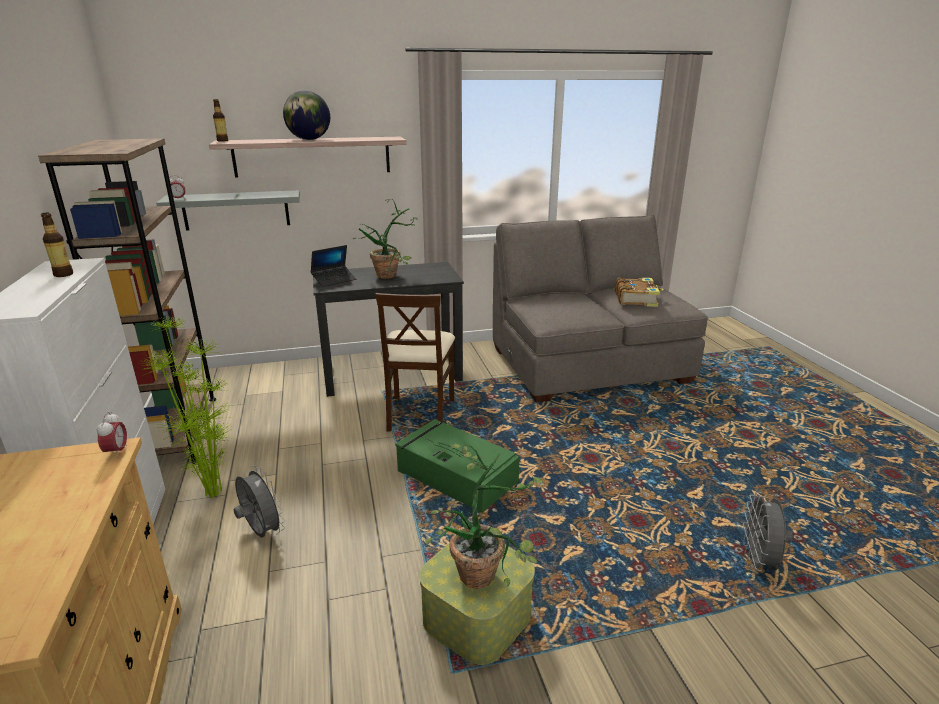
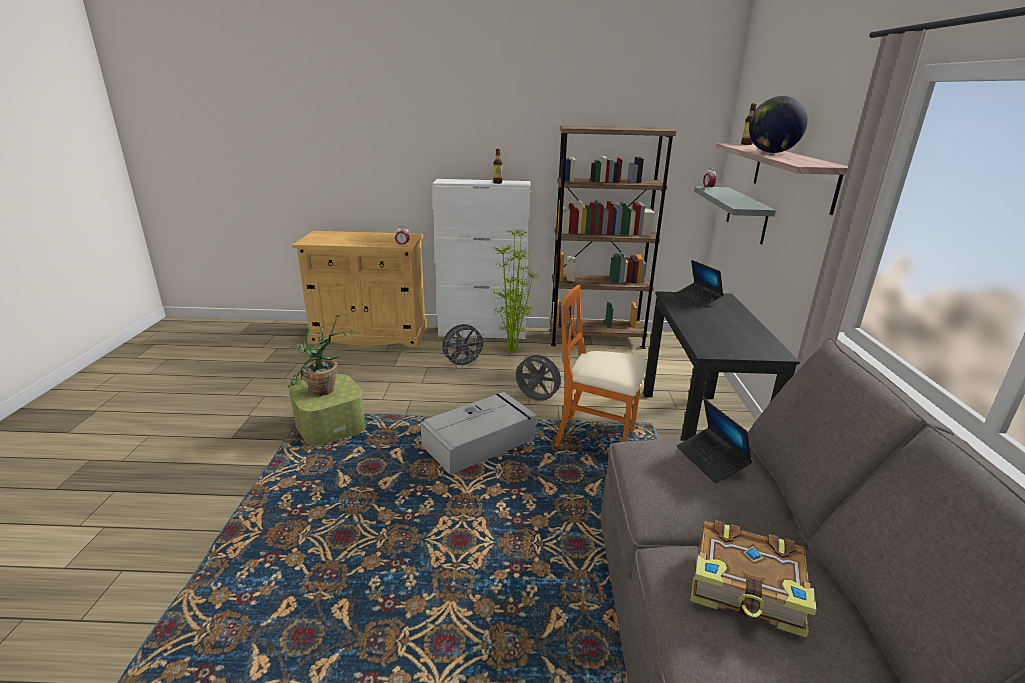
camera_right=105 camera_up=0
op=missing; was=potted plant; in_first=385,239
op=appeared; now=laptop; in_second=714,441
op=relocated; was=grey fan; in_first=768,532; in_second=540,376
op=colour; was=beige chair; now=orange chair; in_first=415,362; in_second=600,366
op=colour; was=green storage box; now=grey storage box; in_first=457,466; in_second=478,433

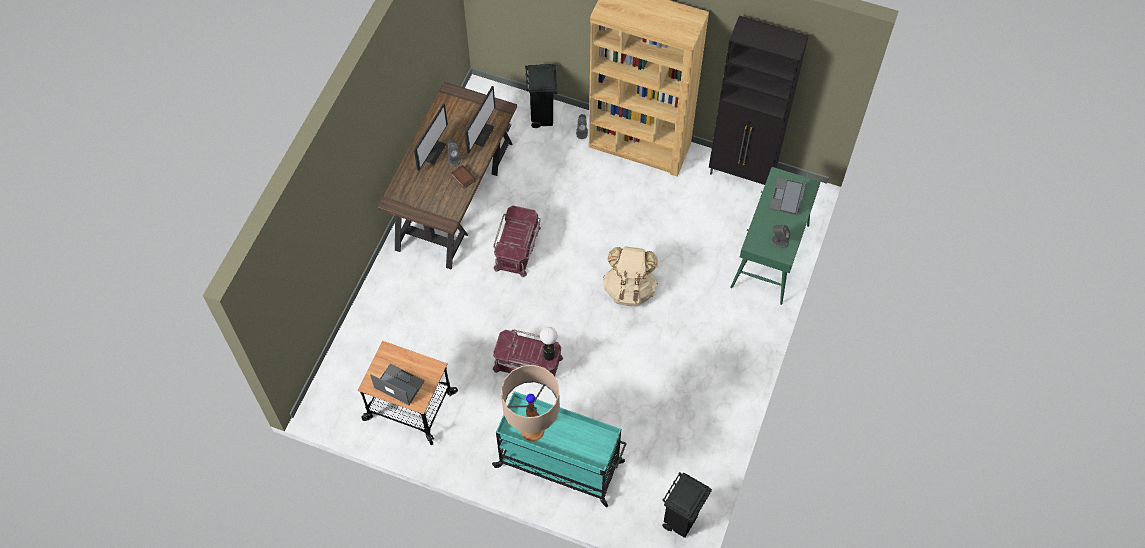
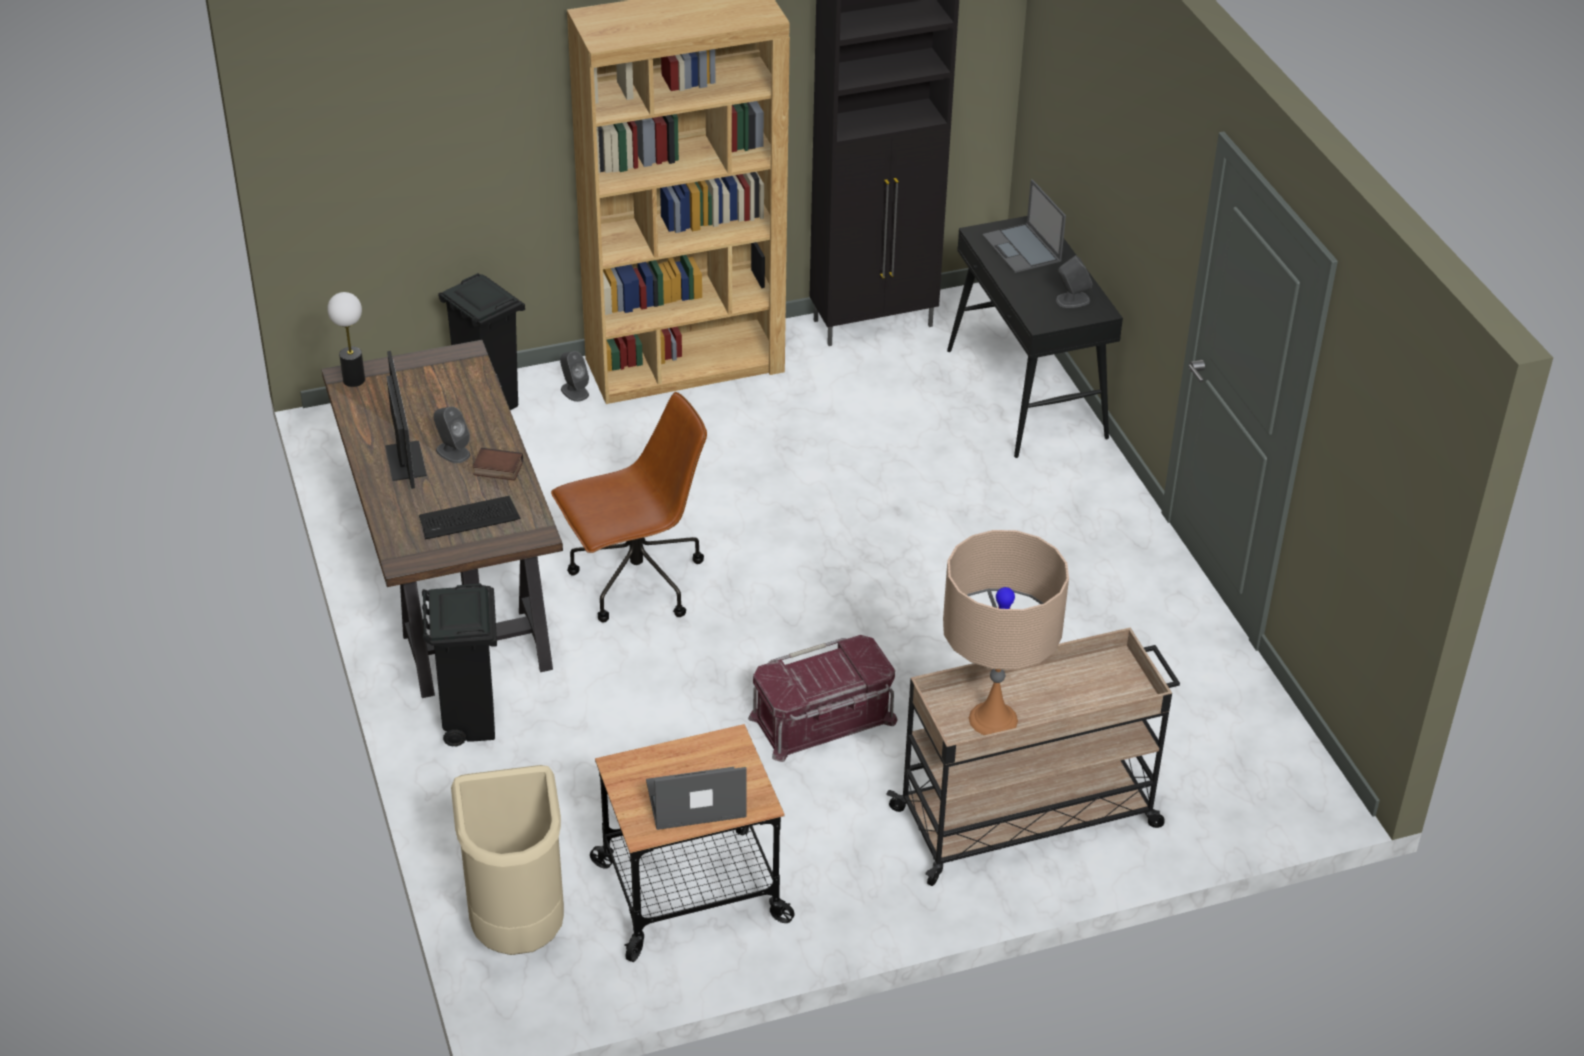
camera_right=-40 camera_up=-20
op=missing; was=monitor; in_first=480,119
op=missing; was=beige backpack; in_first=630,276
op=appeared; now=keyboard; in_second=470,517
op=appeared; now=beige trash can; in_second=507,860
op=relocated; was=table lamp; in_first=549,344; in_second=346,339
op=relocated; was=black trash can; in_first=687,505; in_second=459,665
op=exchanged; was=red storage box; now=brown office chair; in_first=517,241; in_second=629,507
op=colour; was=turquoise cart; now=beige cart; in_first=559,449; in_second=1033,756
op=colour; was=green console table; now=black console table; in_first=775,236; in_second=1035,337

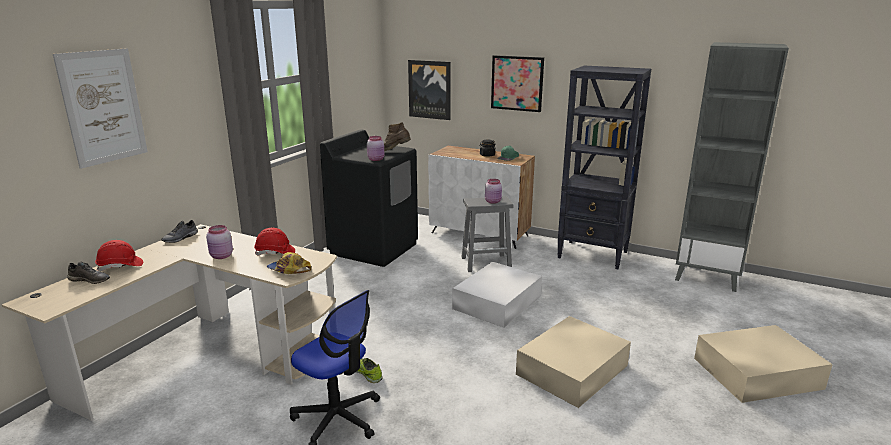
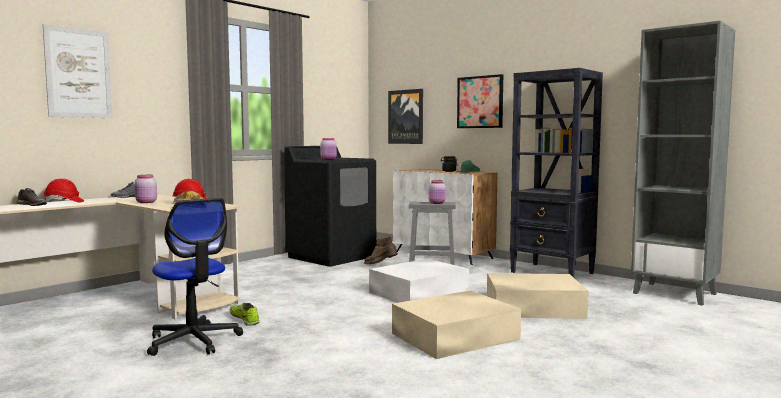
camera_right=15 camera_up=-15
op=relocated; was=brown boot; in_first=397,136; in_second=381,250
op=relocated; was=beige storage box; in_first=763,364; in_second=538,296

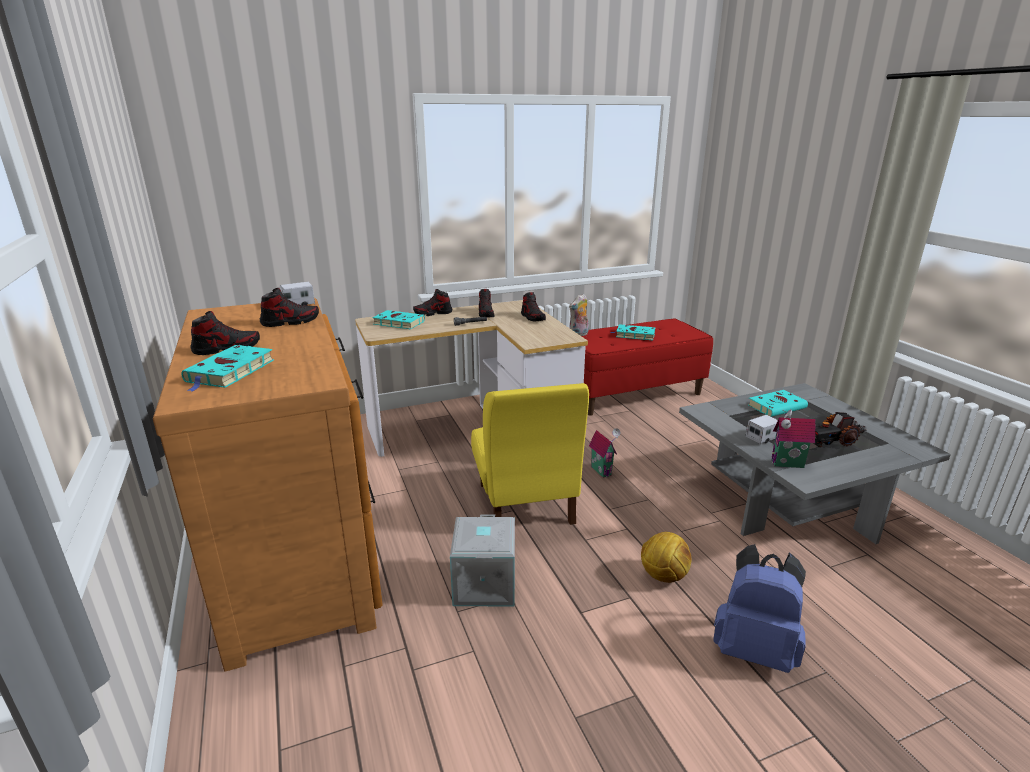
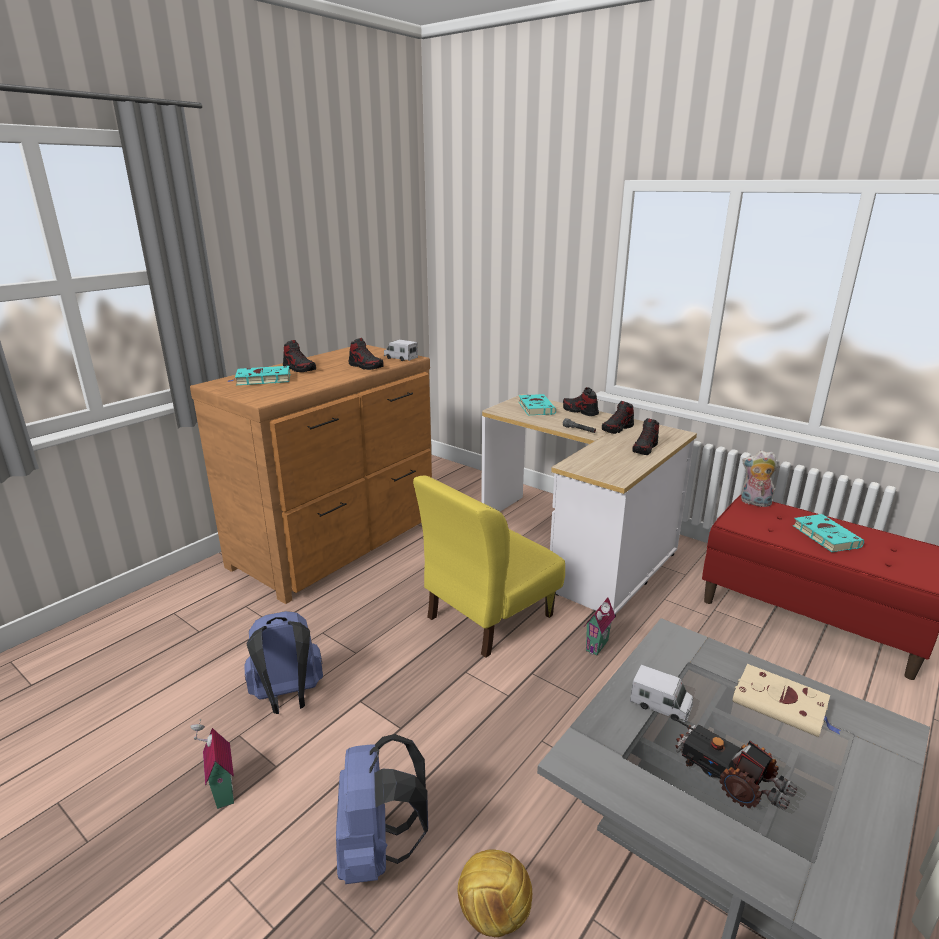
camera_right=60 camera_up=0
op=missing; was=grey storage box; in_first=482,560
op=appeared; now=blue backpack; in_second=284,662
op=relocated; was=football; in_first=666,557; in_second=495,893
op=relocated; was=toy house; in_first=793,438; in_second=212,764
op=colour; was=turquoise book; now=beige book; in_first=778,403; in_second=786,700

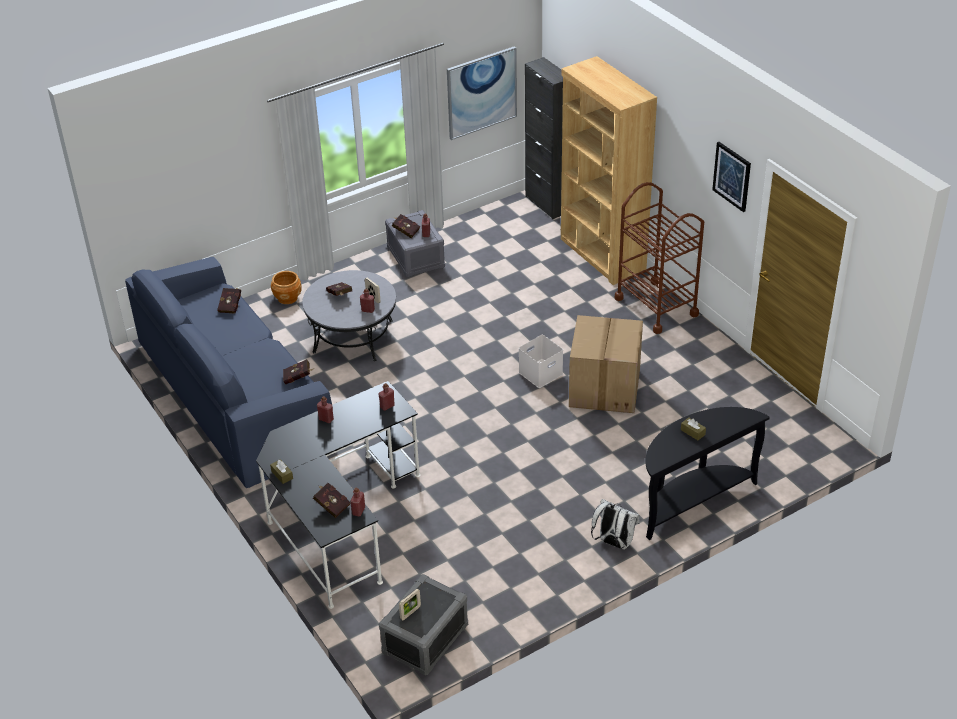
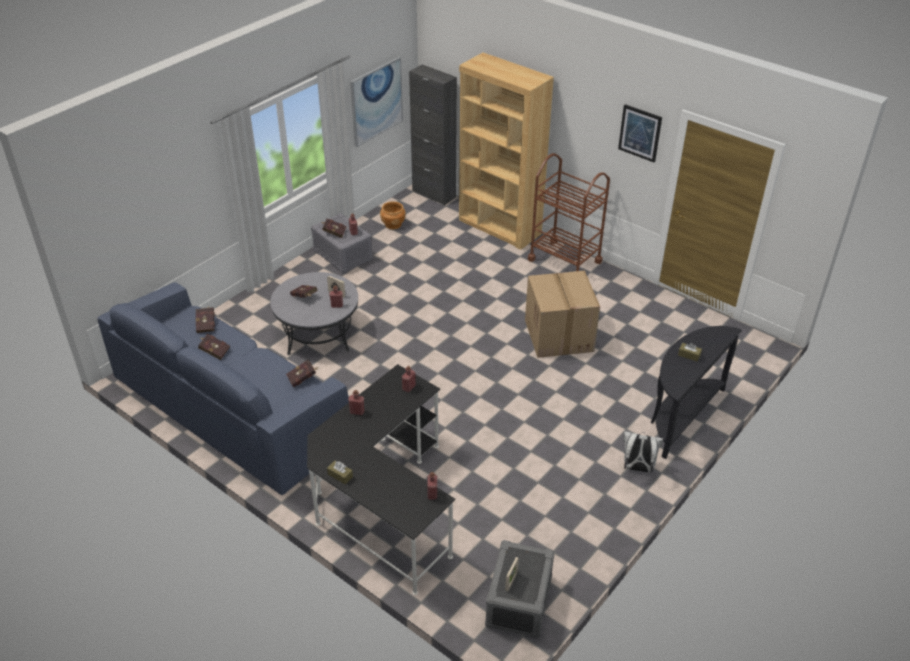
camera_right=-20 camera_up=0
op=missing; was=white storage box; in_first=541,361
op=relocated; was=brown planter; in_first=286,287; in_second=393,215
op=relocated; was=red book; in_first=331,500; in_second=214,347

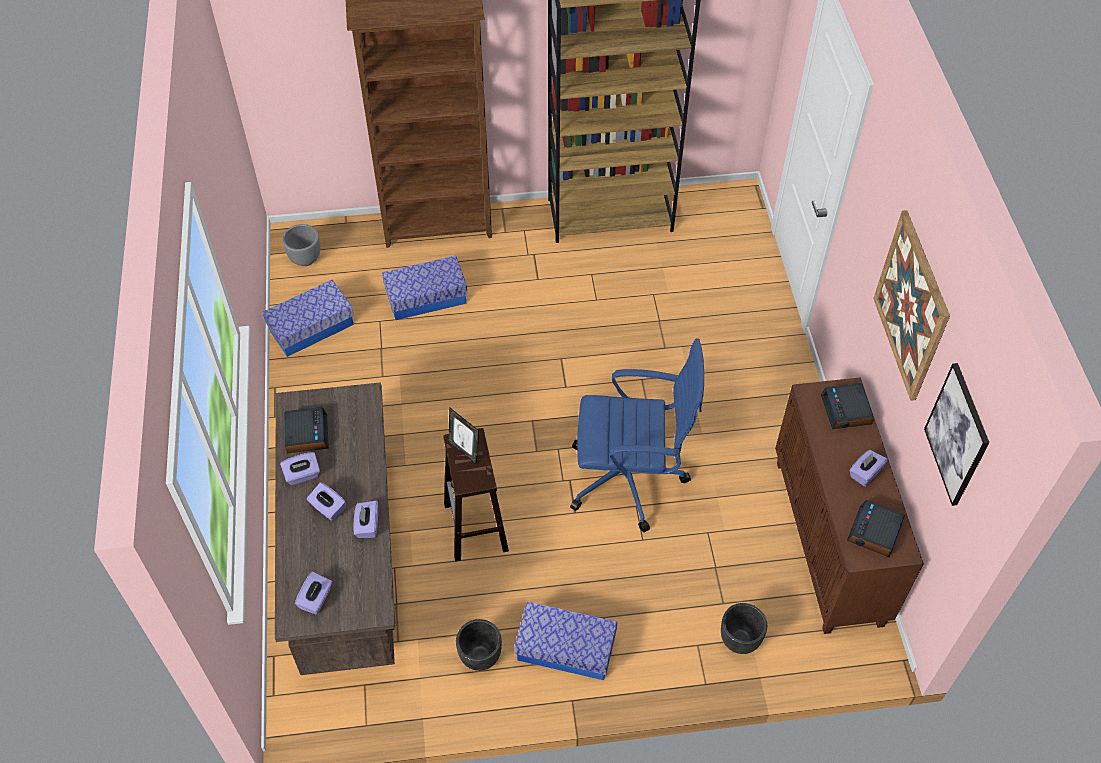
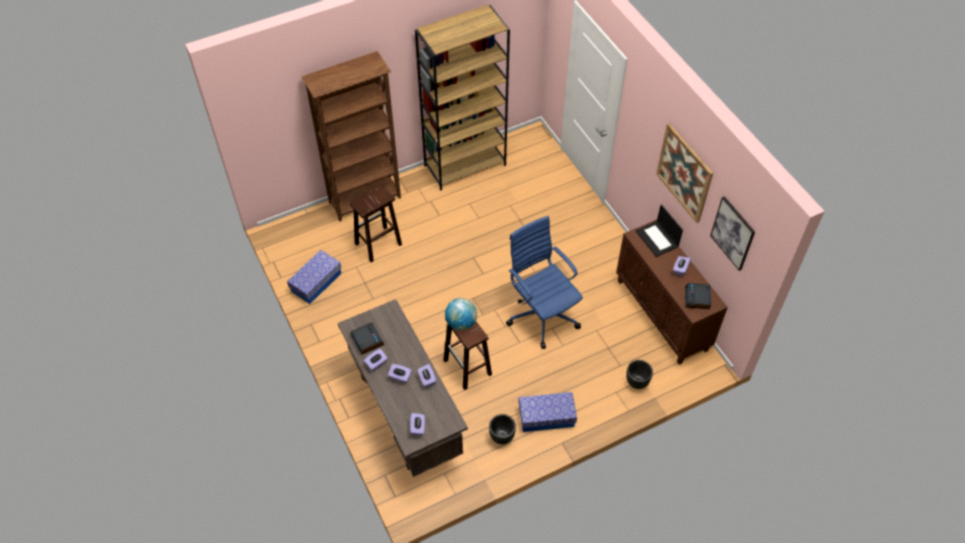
camera_right=-20 camera_up=0
op=missing; was=grey planter; in_first=301,245
op=exchanged; was=storage box; now=brown stool; in_first=425,288; in_second=376,223
op=exchanged; was=picture frame; now=globe; in_first=463,436; in_second=461,314
op=exchanged; was=alarm clock; now=laptop; in_first=847,406; in_second=659,231
op=spun; was=blue office chair; in_first=637,435; in_second=544,282; clockwise=-105

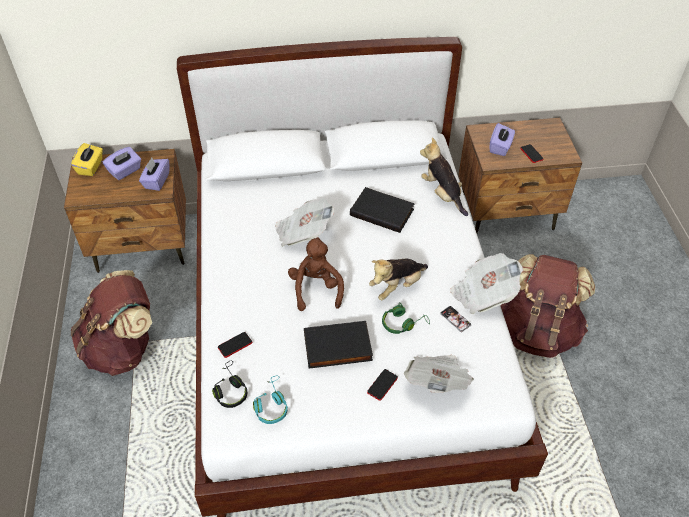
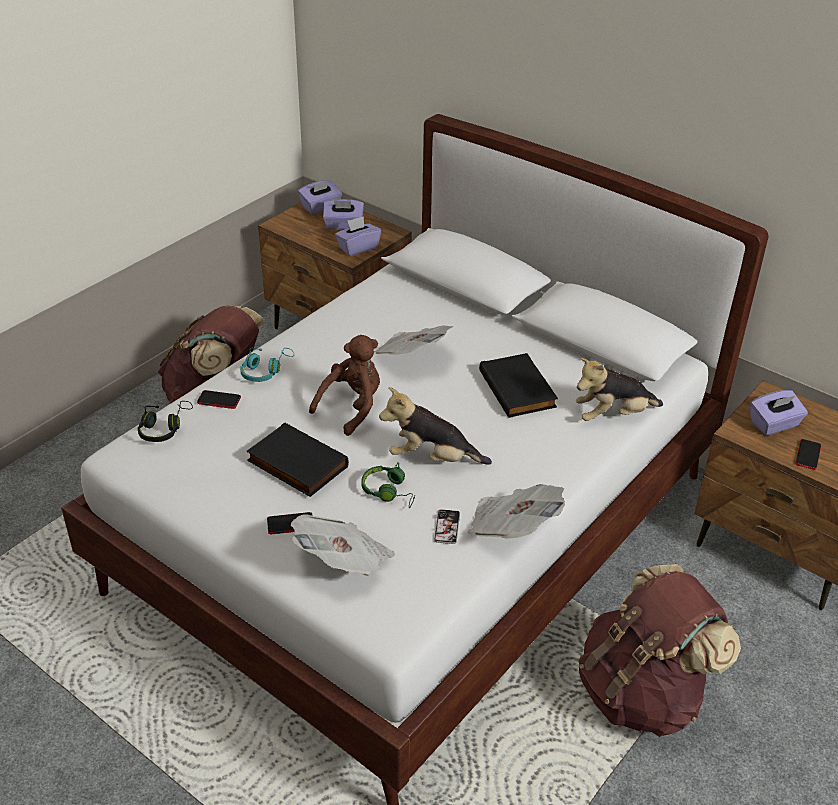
camera_right=45 camera_up=-10
op=relocated; was=turquoise headphones; in_first=270,400; in_second=267,365
op=colour; was=yellow tissue box; now=purple tissue box; in_first=87,159; in_second=320,197
op=spun; was=plush toy; in_first=444,176; in_second=619,389; clockwise=-120

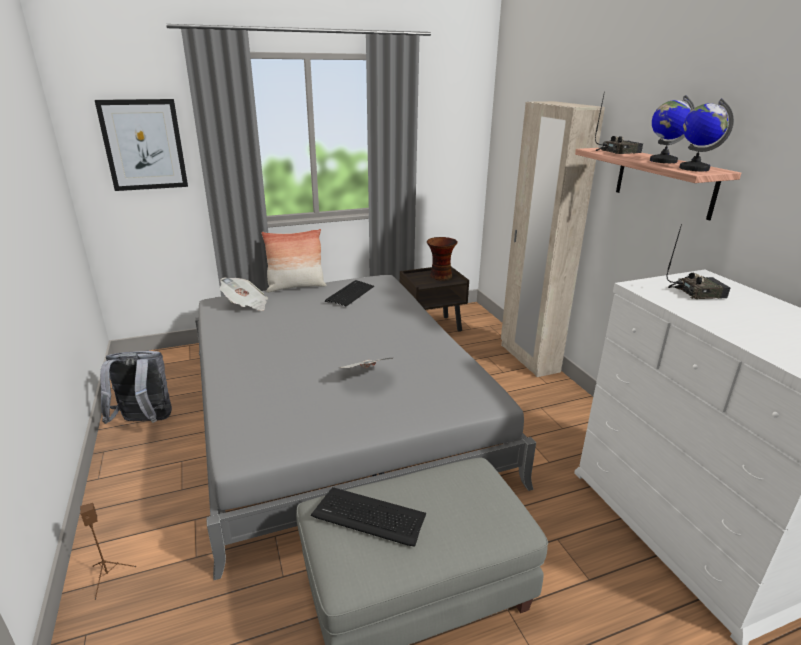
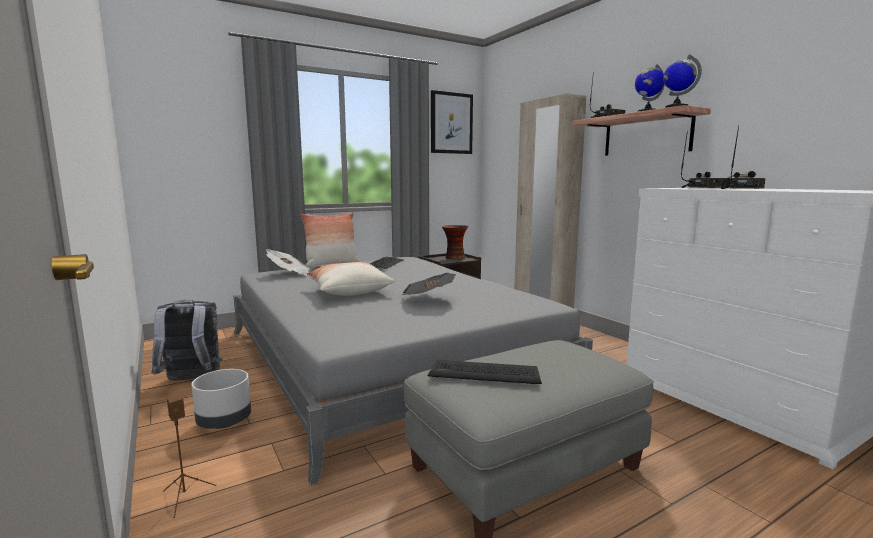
camera_right=-10 camera_up=-15
op=appeared; now=grey planter; in_second=221,399
op=appeared; now=pillow; in_second=350,279
op=appeared; now=radio; in_second=743,157
op=relocated; was=picture; in_first=141,145; in_second=452,122

